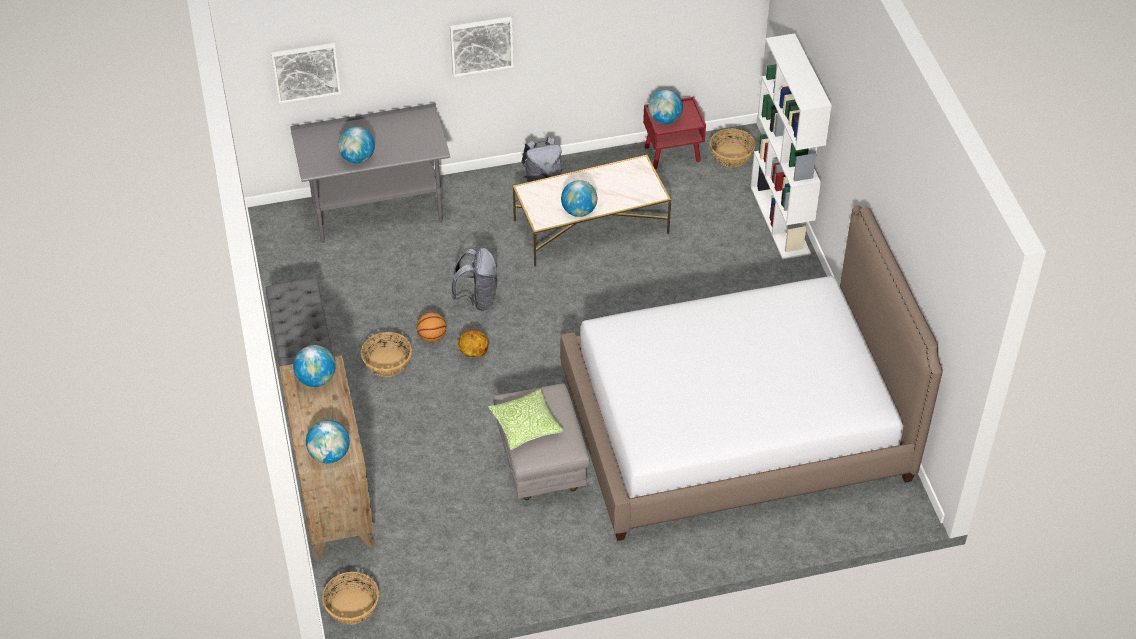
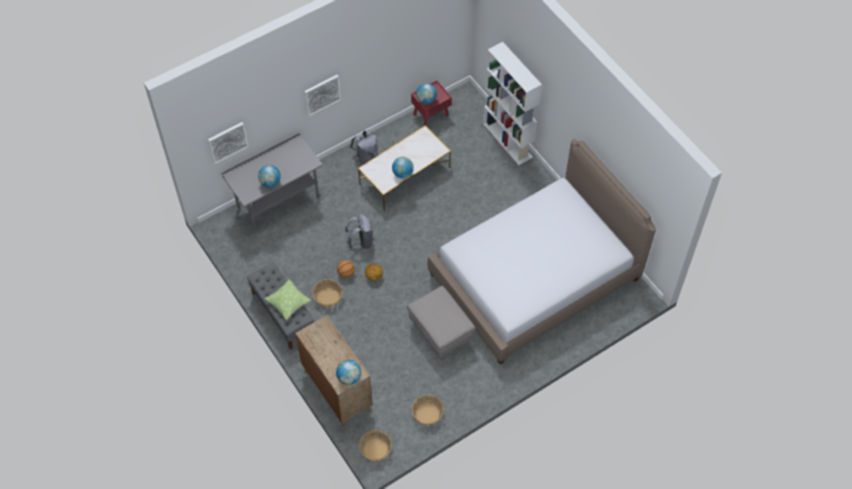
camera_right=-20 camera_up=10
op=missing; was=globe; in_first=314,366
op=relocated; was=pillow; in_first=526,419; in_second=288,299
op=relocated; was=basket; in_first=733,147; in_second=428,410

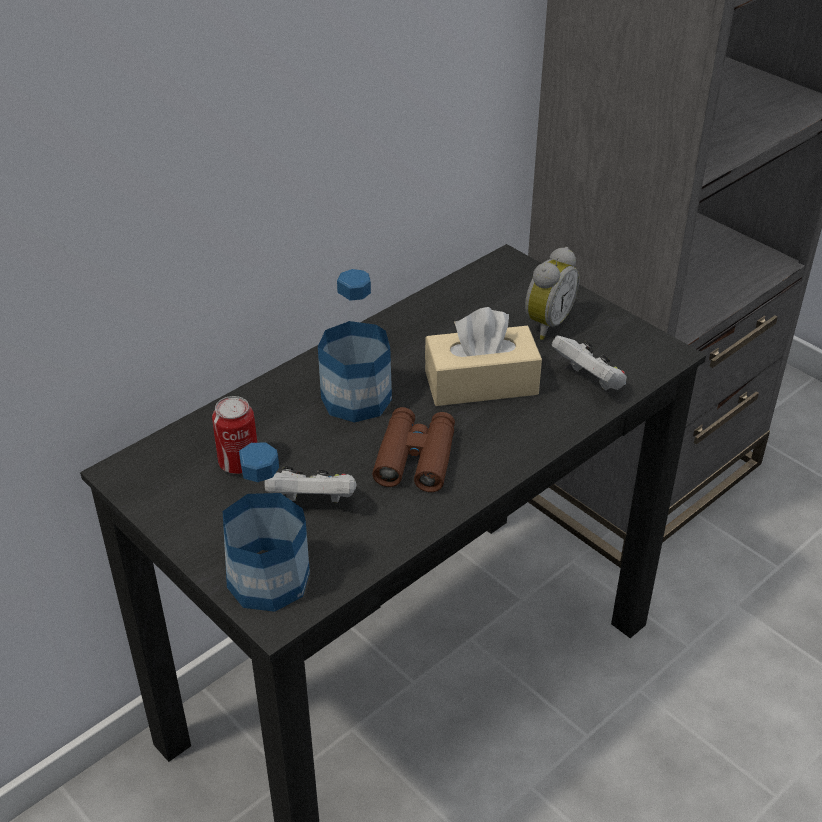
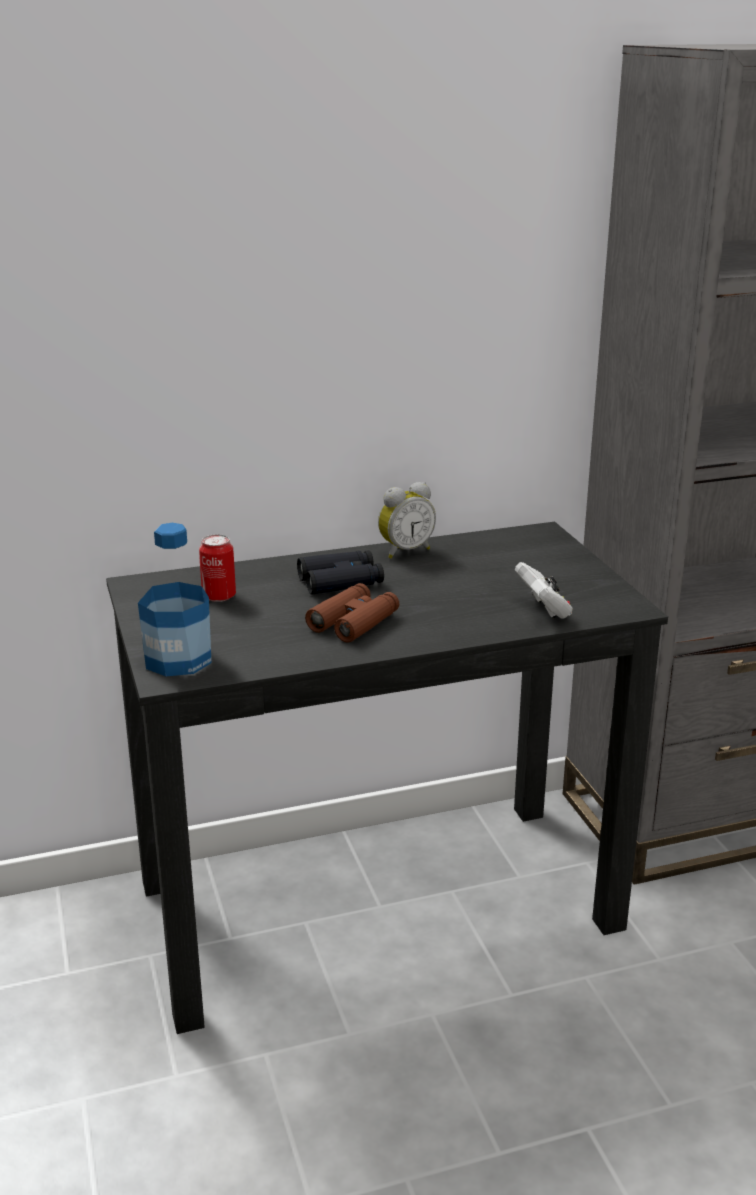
camera_right=25 camera_up=-15
op=missing; was=white game controller; in_first=310,484
op=missing; was=beige tissue box; in_first=483,356
op=relocated; was=alarm clock; in_first=552,293; in_second=407,520
op=exchanged; was=bottle; now=black binoculars; in_first=355,346; in_second=340,572

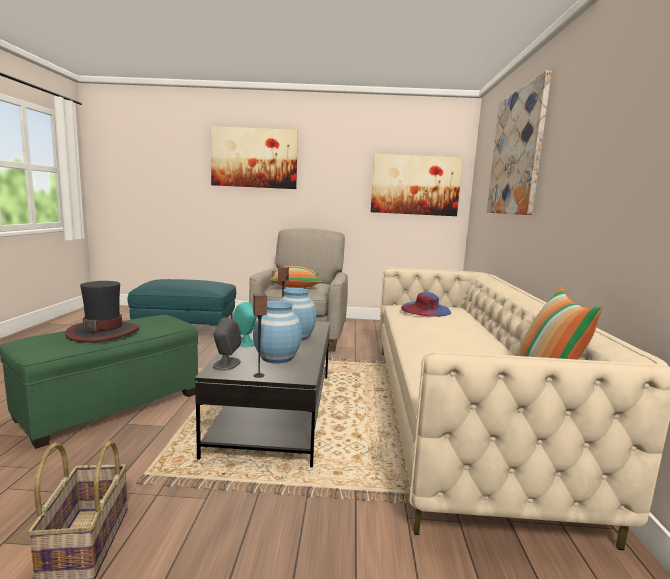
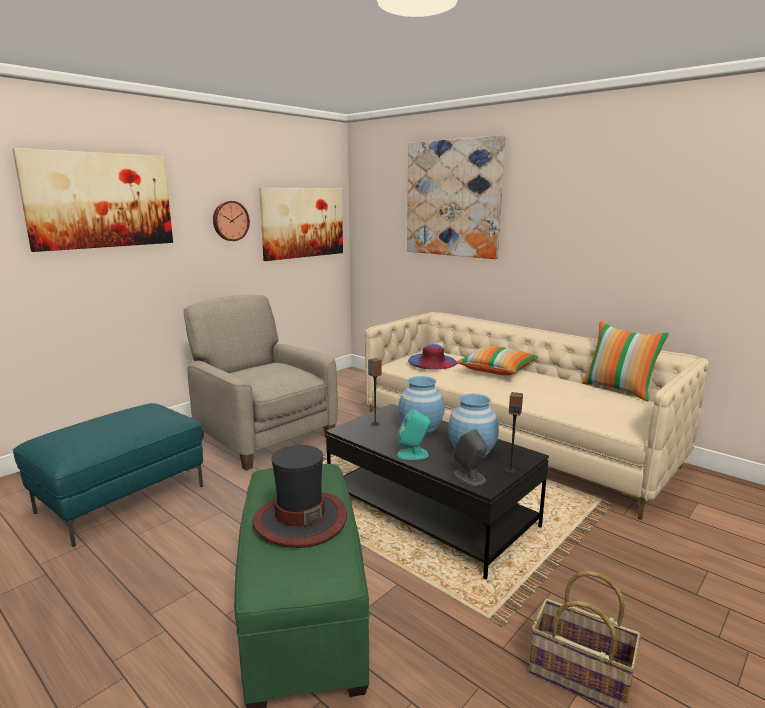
camera_right=-50 camera_up=5
op=appeared; now=wall clock; in_second=231,221
op=relocated; was=pillow; in_first=296,277; in_second=497,361

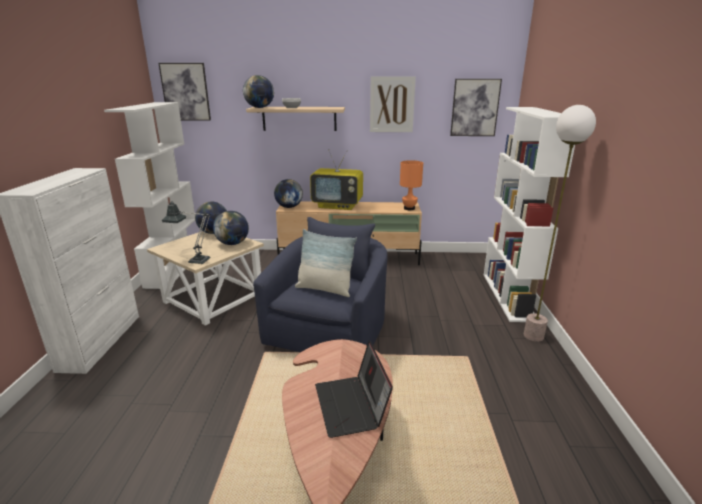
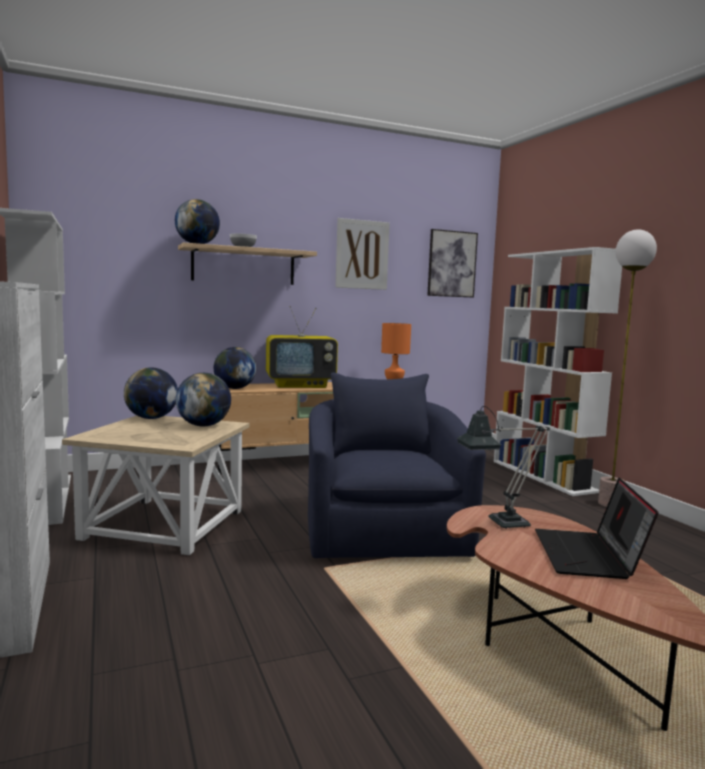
camera_right=-25 camera_up=-15
op=missing; was=picture; in_first=184,92
op=missing; was=pillow; in_first=326,263
op=relocated; was=table lamp; in_first=186,232; in_second=503,467
op=spun; was=laptop; in_first=354,389; in_second=597,528; clockwise=45

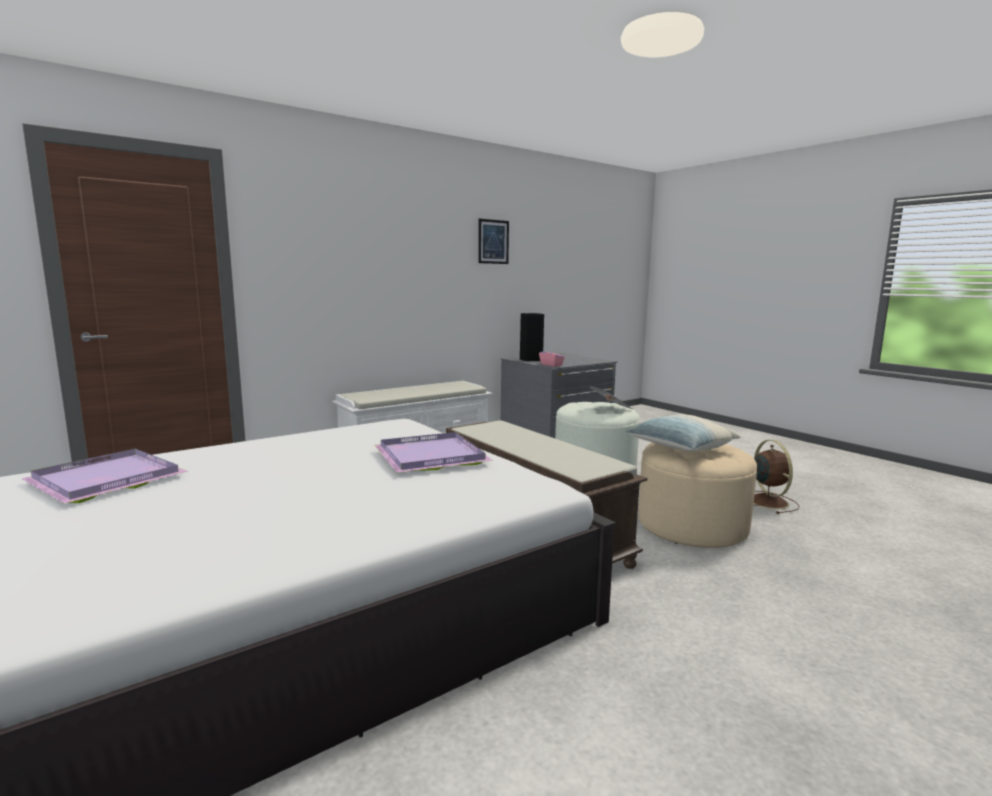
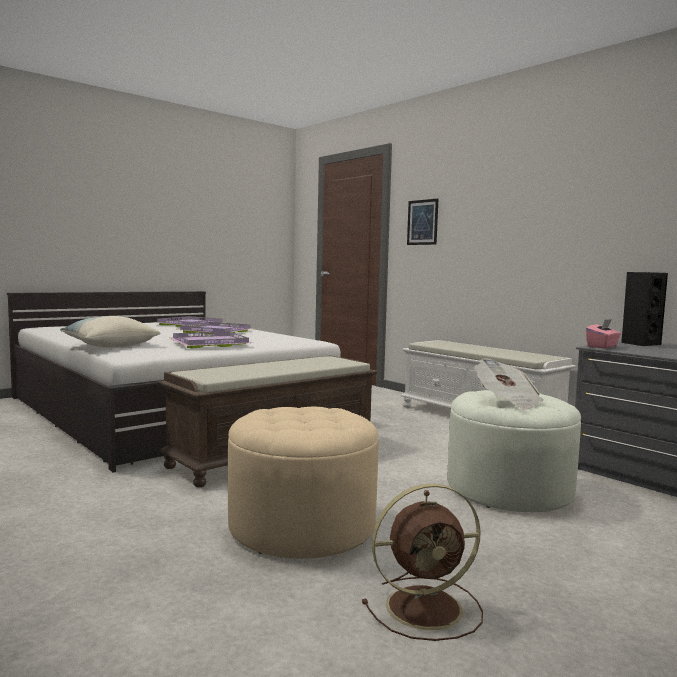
camera_right=85 camera_up=-5
op=appeared; now=purple tray; in_second=215,328
op=relocated; was=picture; in_first=493,241; in_second=422,222
op=relocated; was=pillow; in_first=683,433; in_second=110,332

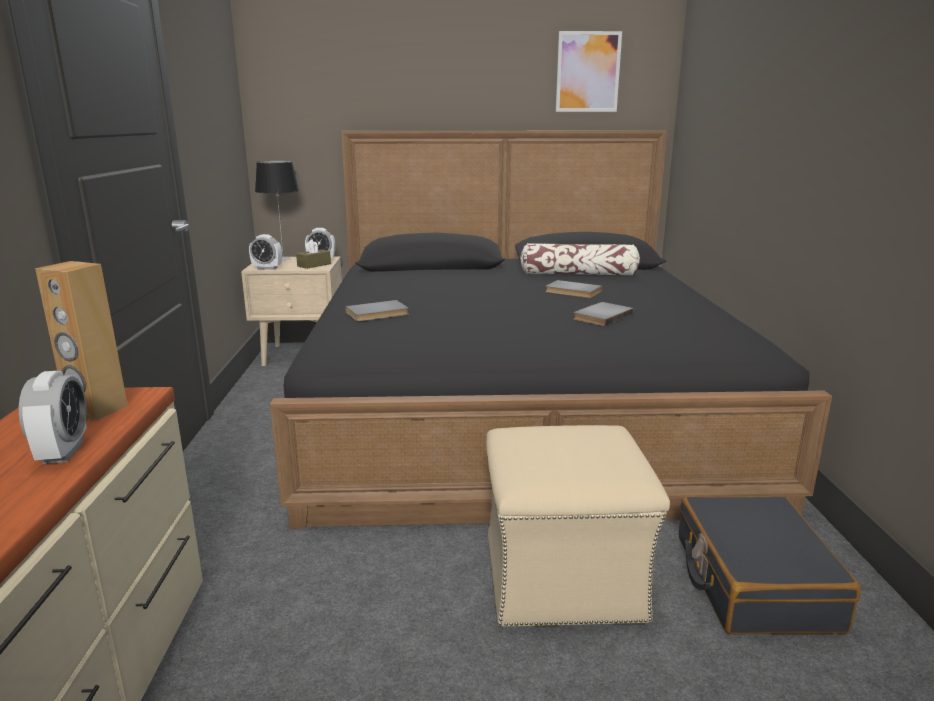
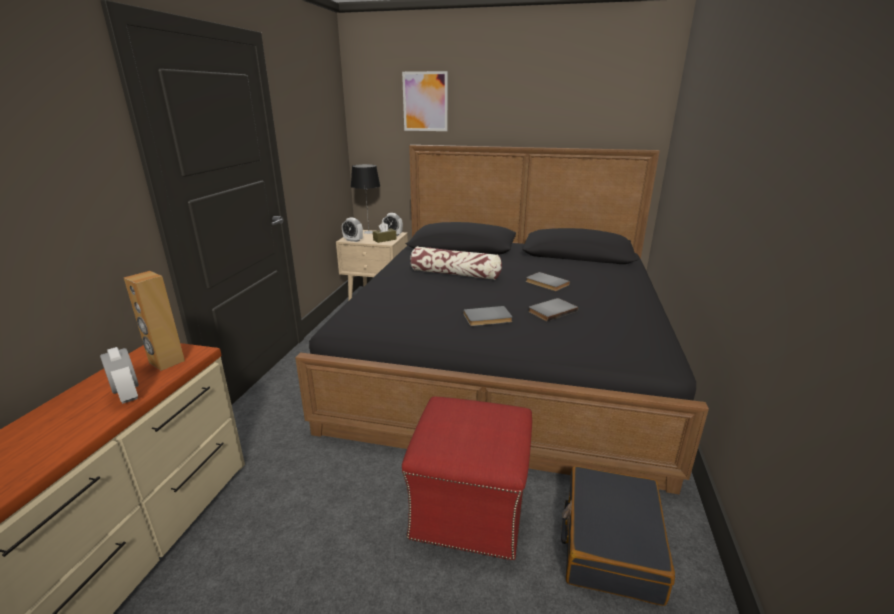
camera_right=15 camera_up=5
op=relocated; was=grey book; in_first=377,310; in_second=487,316
op=relocated; was=pillow; in_first=580,259; in_second=456,263
op=relocated; was=picture; in_first=589,71; in_second=425,101
op=colour; was=beige ottoman; now=red ottoman; in_first=578,526; in_second=467,478
op=spun; was=alarm clock; in_first=53,417; in_second=119,375; clockwise=-45

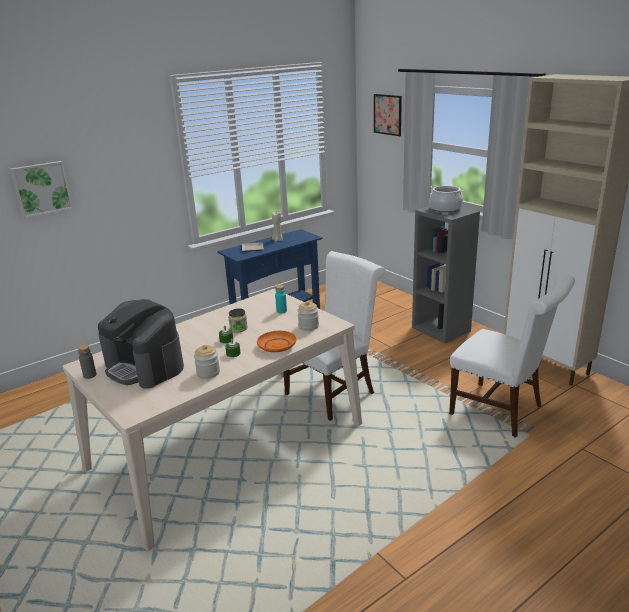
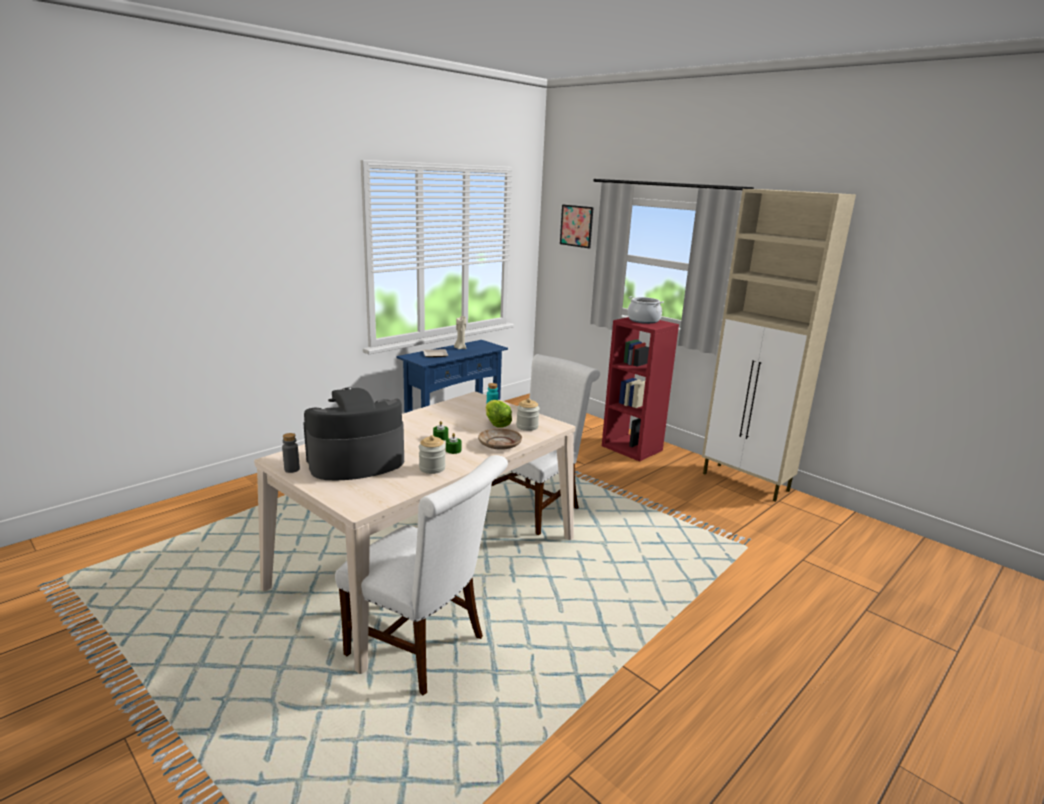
camera_right=-10 camera_up=-5
op=missing; was=picture; in_first=41,189
op=missing; was=jar; in_first=238,320
op=appeared; now=lettuce; in_second=499,414
op=relocated; was=white chair; in_first=512,356; in_second=421,575
op=colour; was=orange plate; now=beige plate; in_first=276,341; in_second=500,439
op=colour; was=grey bookcase; now=red bookcase; in_first=446,274; in_second=640,389
op=spun; was=coffee machine; in_first=141,344; in_second=353,434; clockwise=120

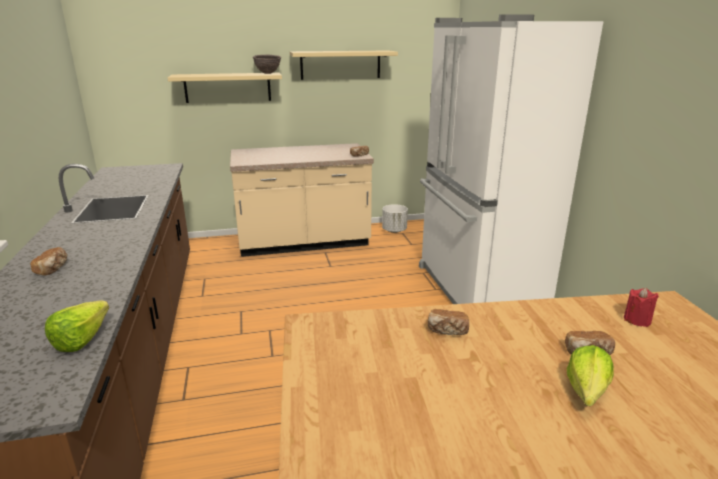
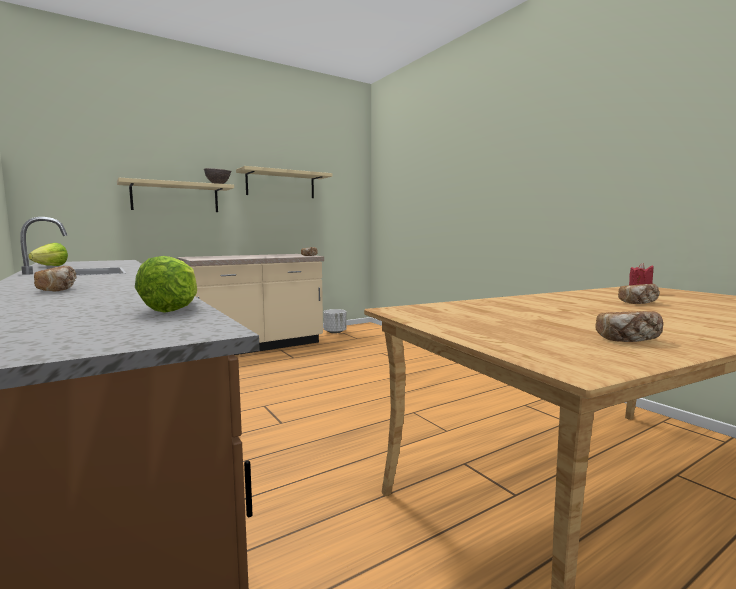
camera_right=-20 camera_up=-15
op=missing; was=white fridge; in_first=511,159
op=relocated; was=bread; in_first=448,322; in_second=629,326
op=relocated; was=lettuce; in_first=590,375; in_second=48,254

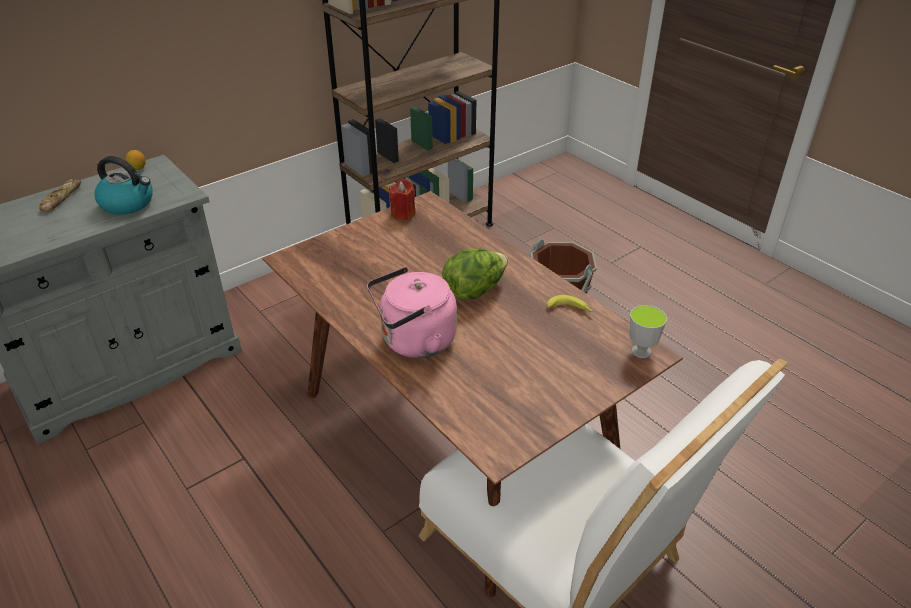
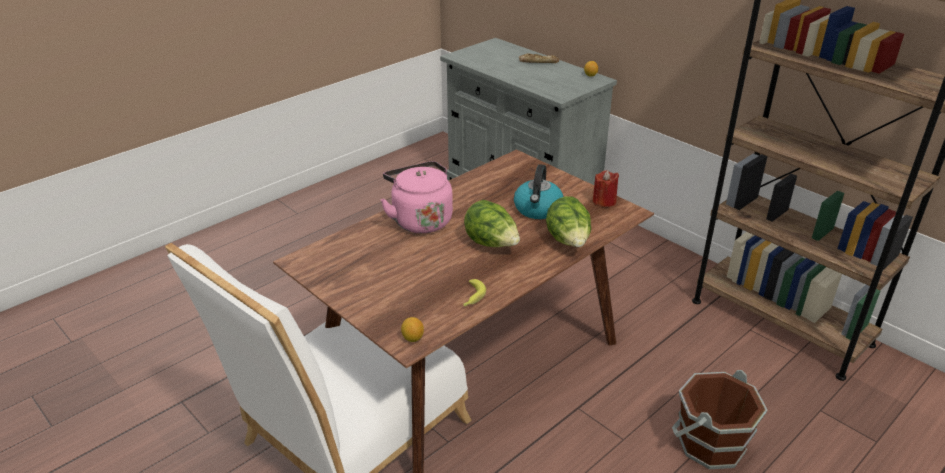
camera_right=85 camera_up=-5
op=appeared; now=lettuce; in_second=568,221
op=relocated; was=kettle; in_first=124,185; in_second=539,192
op=exchanged; was=cup; now=lemon; in_first=648,331; in_second=412,329

